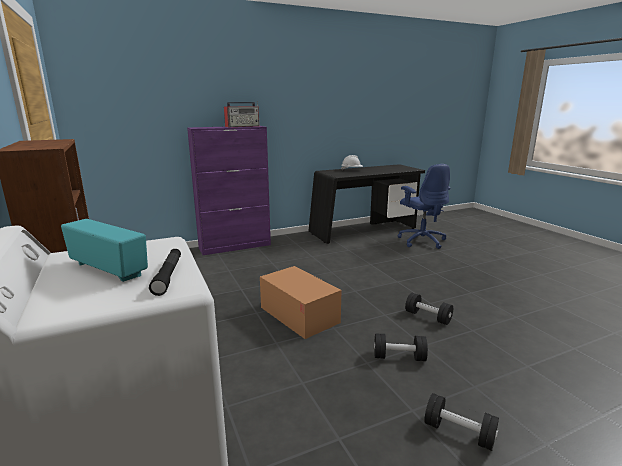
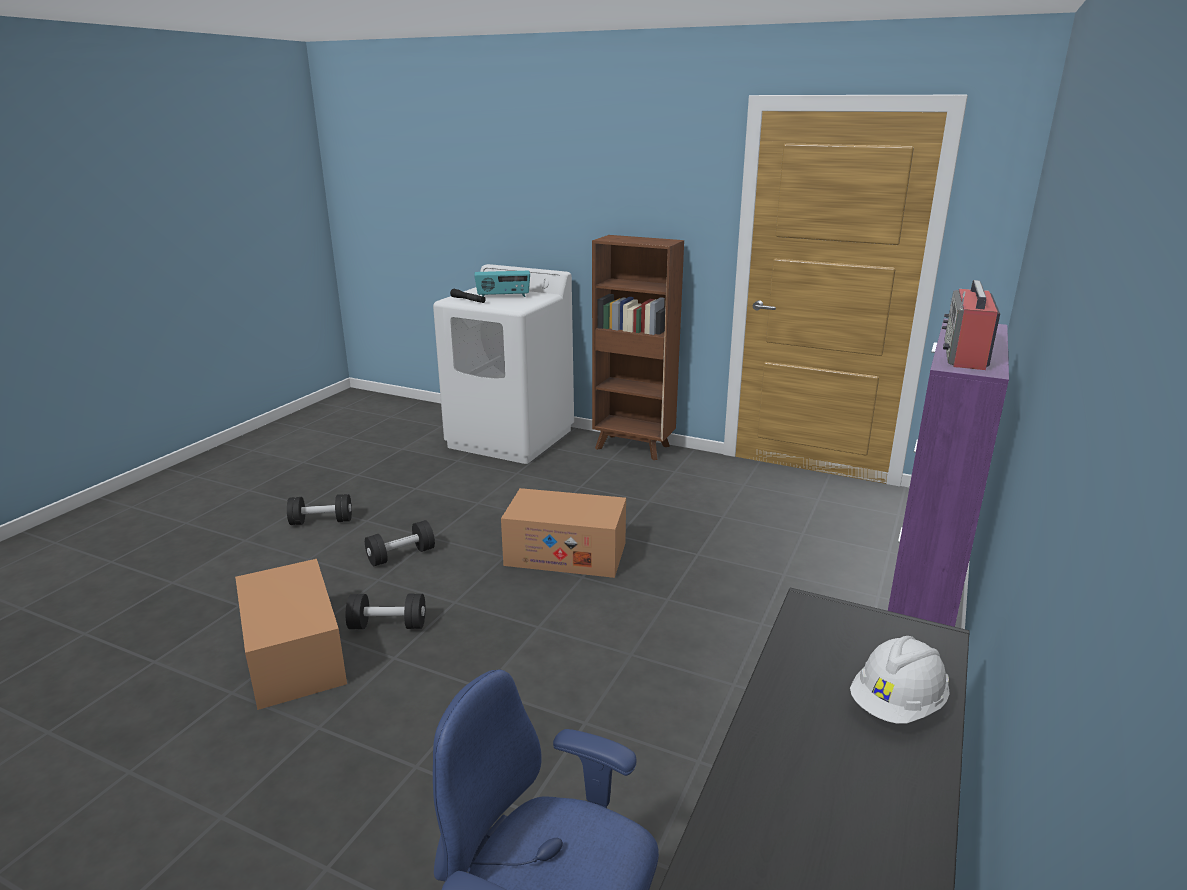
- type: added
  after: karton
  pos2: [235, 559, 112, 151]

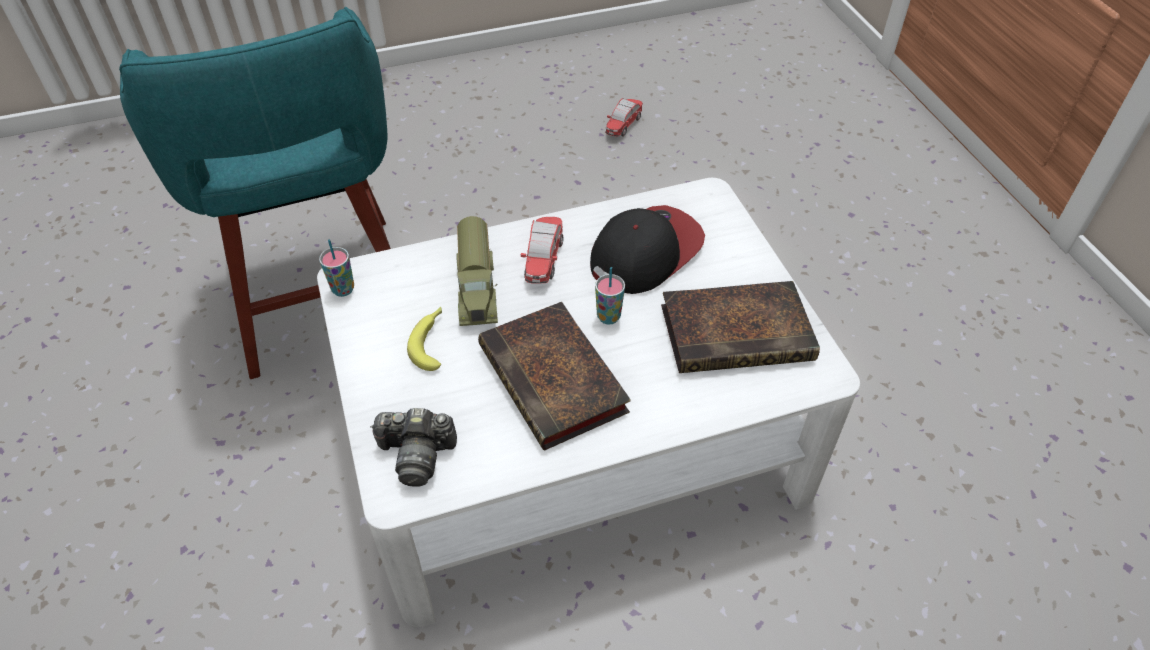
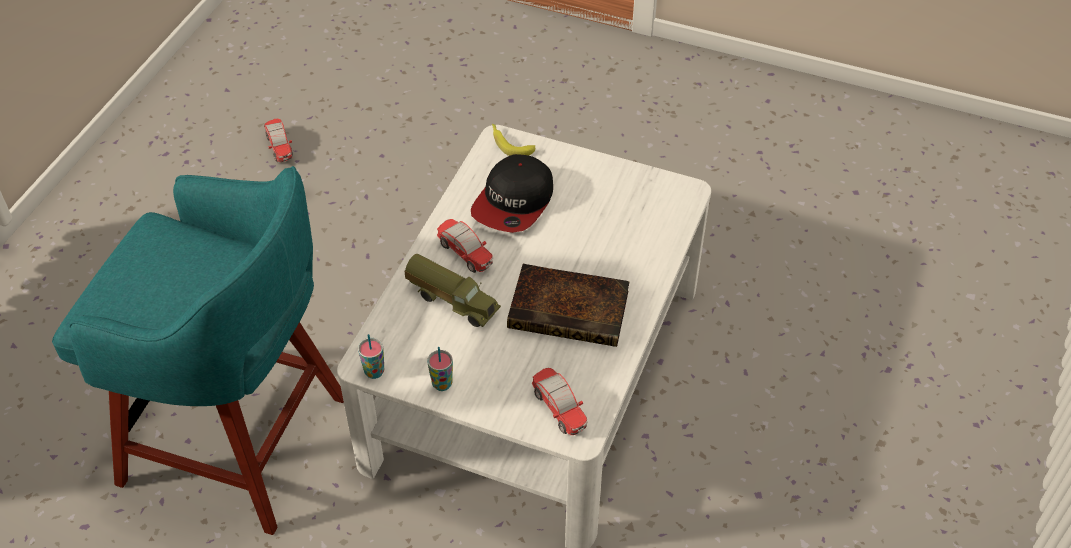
- type: removed
  before: książka
  pos1: [661, 281, 159, 92]
- type: moved
  before: banan
  pos1: [407, 307, 35, 64]
  pos2: [492, 124, 43, 32]
- type: moved
  before: filiżanka
  pos1: [595, 267, 30, 58]
  pos2: [427, 347, 26, 44]
- type: replaced
  before: aparat fotograficzny
  after: samochodzik
  pos1: [370, 408, 87, 79]
  pos2: [532, 368, 56, 67]
- type: turned
  before: czapka z daszkiem
  pos1: [590, 205, 115, 89]
  pos2: [471, 154, 82, 79]
  turn: -150

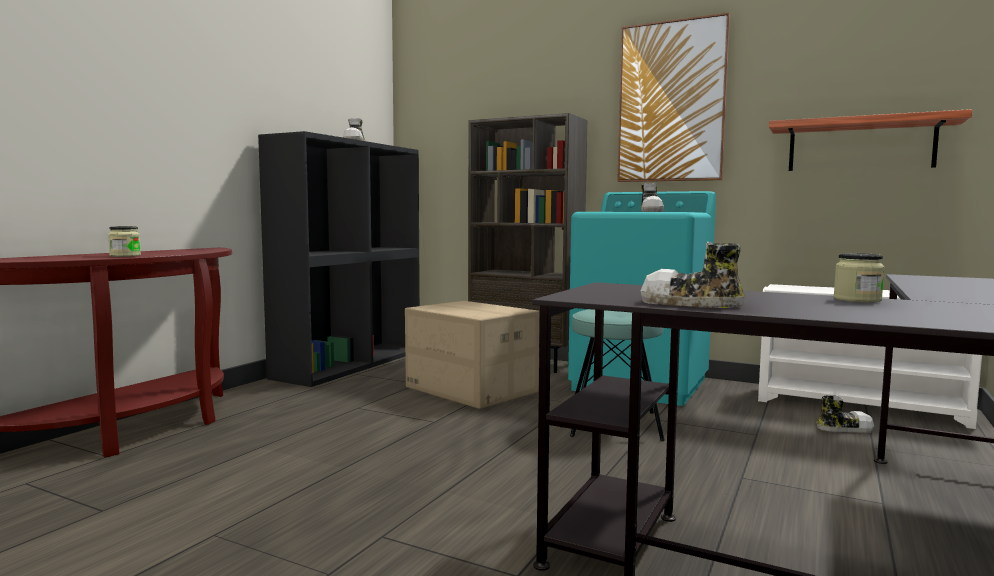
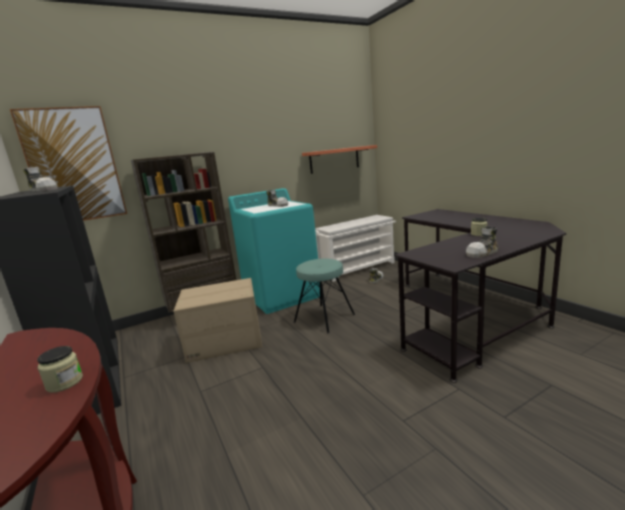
- type: moved
  before: obraz
  pos1: [617, 13, 113, 169]
  pos2: [10, 106, 117, 115]

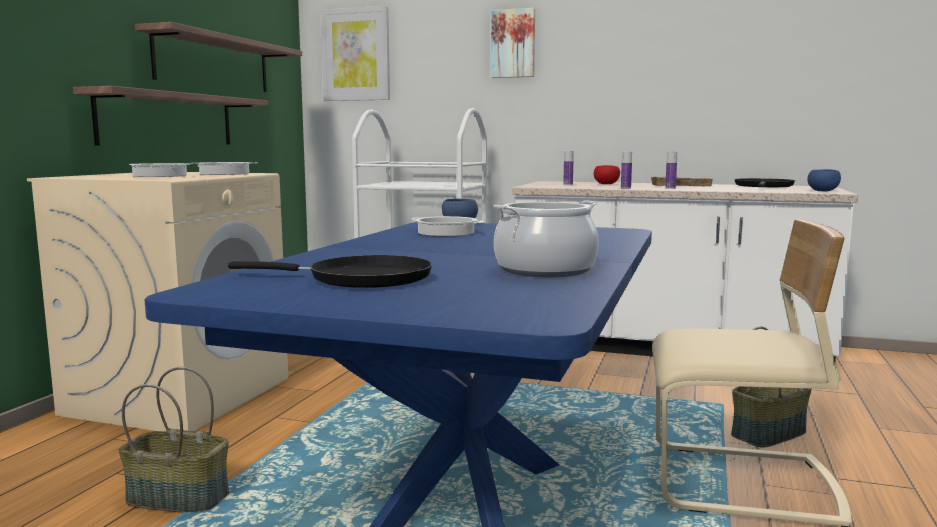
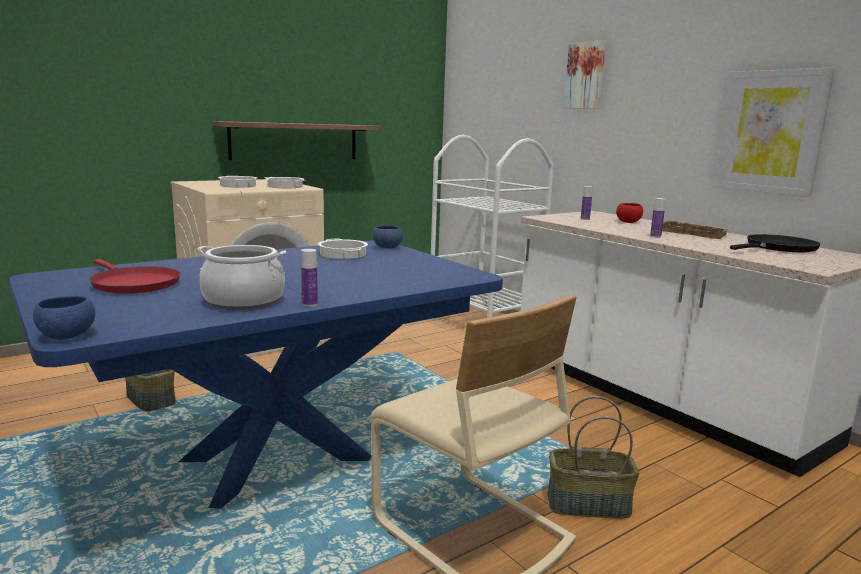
- type: removed
  before: półka
  pos1: [135, 22, 167, 70]
- type: moved
  before: obraz
  pos1: [320, 6, 70, 95]
  pos2: [715, 67, 120, 130]
- type: moved
  before: butelka
  pos1: [621, 152, 11, 37]
  pos2: [301, 249, 17, 58]
- type: moved
  before: miska/niebieski
  pos1: [807, 169, 34, 22]
  pos2: [33, 296, 62, 44]
- type: recoloured
  before: patelnia/czarny
  after: patelnia/czerwony
  pos1: [228, 255, 204, 33]
  pos2: [89, 259, 91, 35]

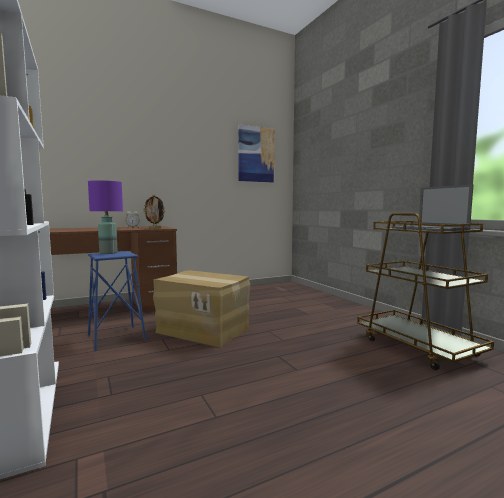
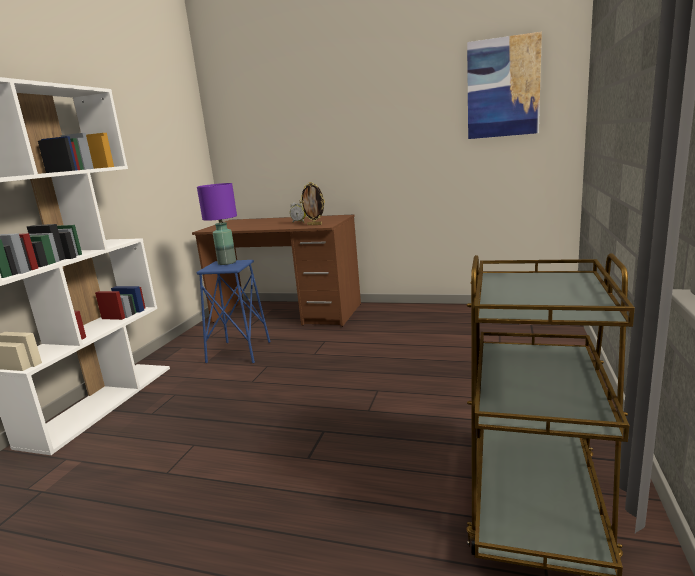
- type: removed
  before: karton
  pos1: [153, 270, 97, 77]
- type: removed
  before: laptop
  pos1: [392, 184, 82, 47]

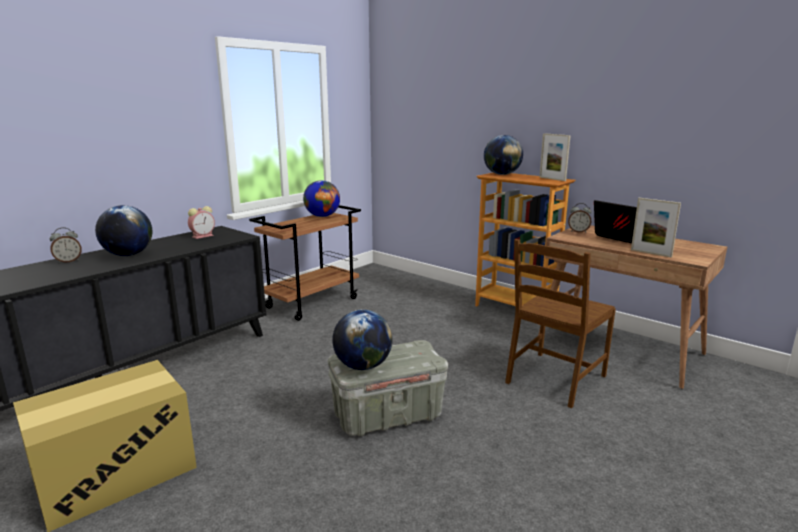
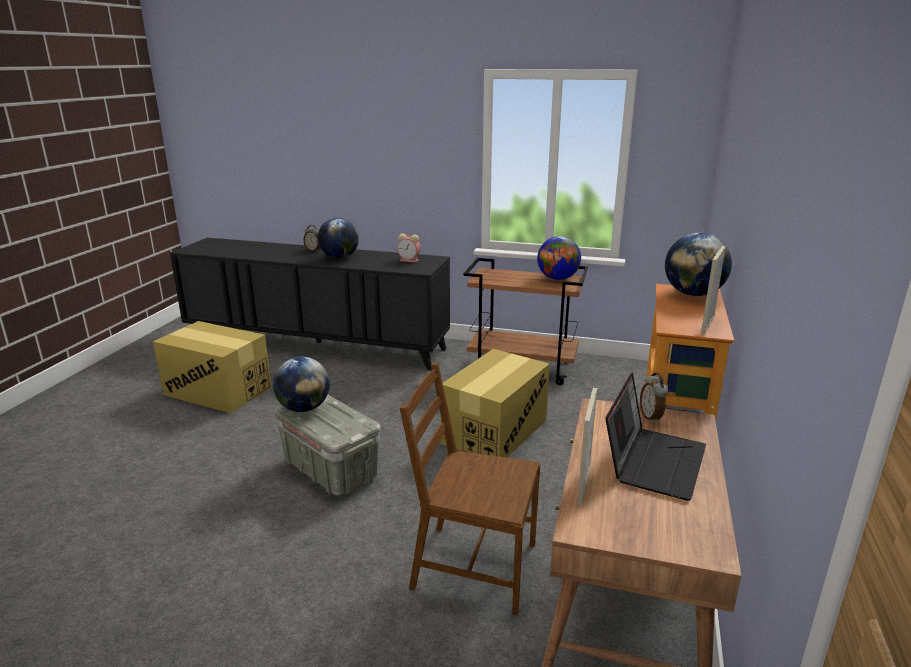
- type: added
  after: karton
  pos2: [441, 349, 109, 109]

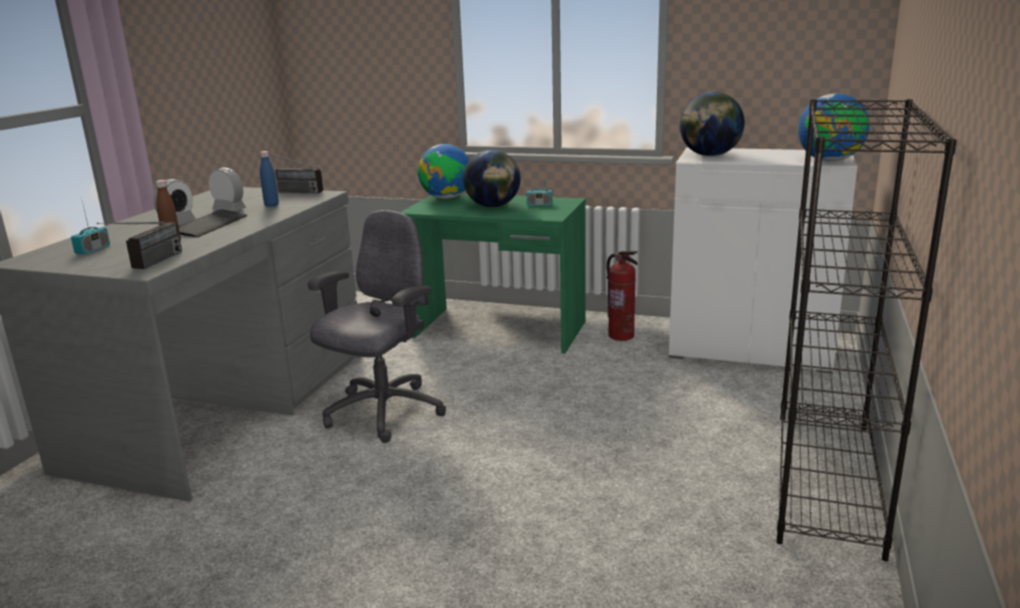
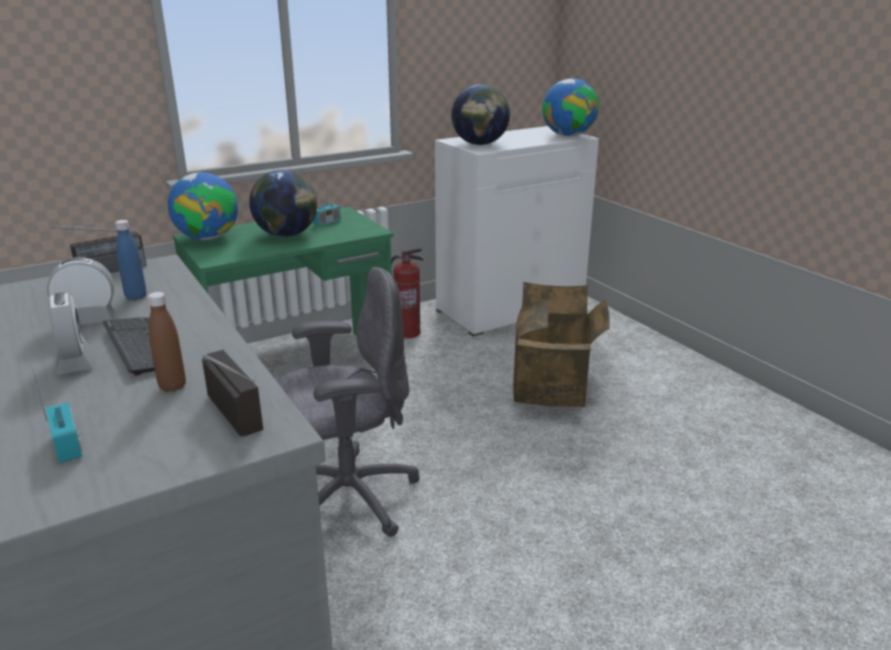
- type: removed
  before: regał/czarny
  pos1: [776, 99, 181, 462]
- type: added
  after: karton
  pos2: [513, 282, 97, 125]
- type: turned
  before: krzesło biurowe/szary
  pos1: [308, 210, 138, 233]
  pos2: [277, 267, 142, 270]
  turn: 90

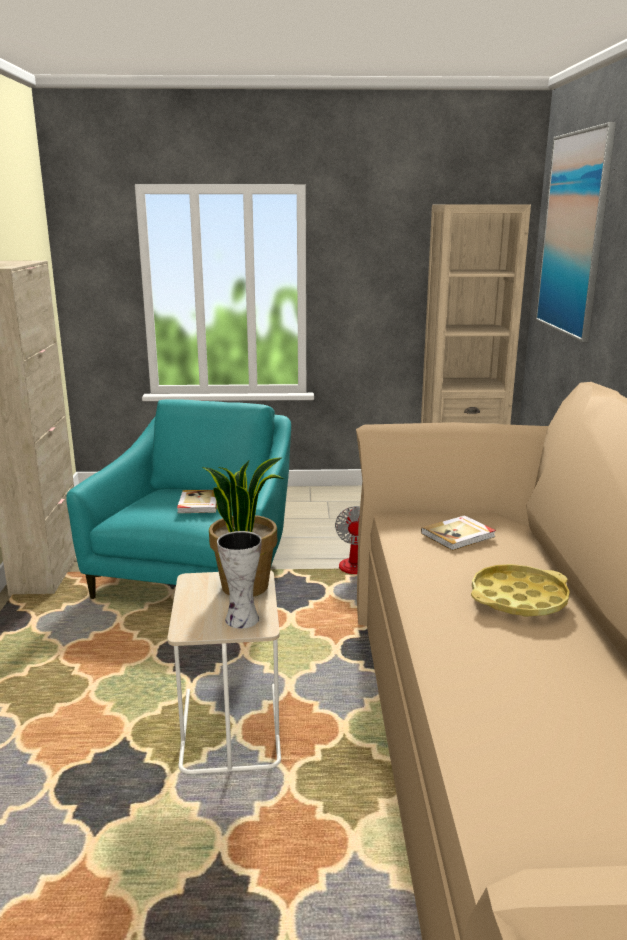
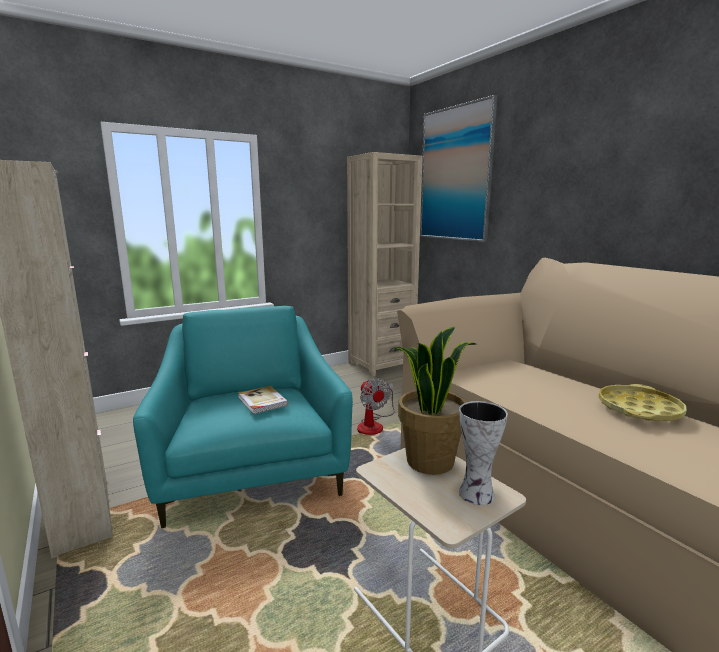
- type: removed
  before: książka
  pos1: [421, 515, 75, 36]

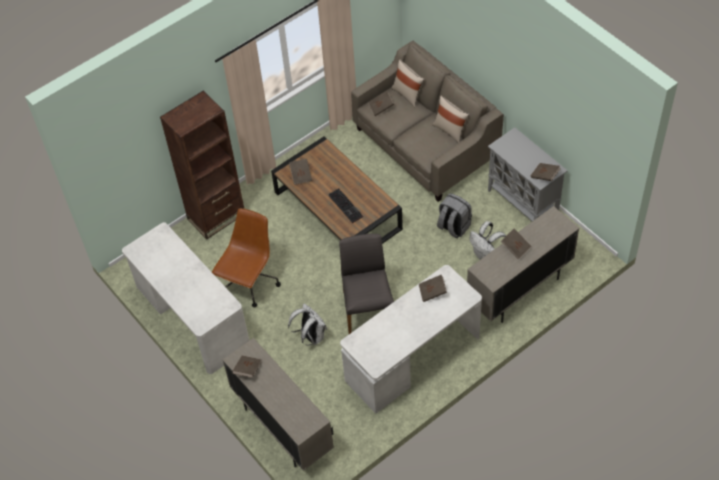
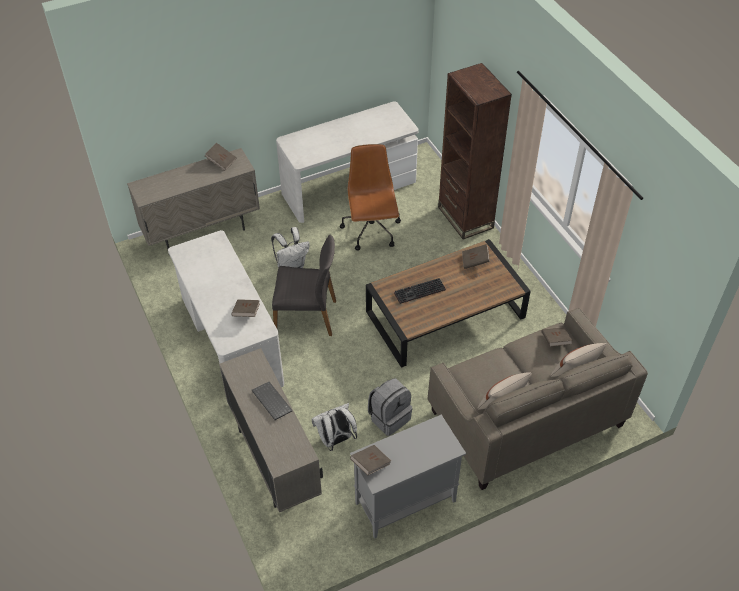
- type: replaced
  before: książka/brązowy
  after: klawiatura
  pos1: [501, 229, 30, 30]
  pos2: [252, 382, 41, 38]
- type: turned
  before: krzesło biurowe/brązowy
  pos1: [212, 208, 69, 99]
  pos2: [340, 144, 61, 107]
  turn: -135

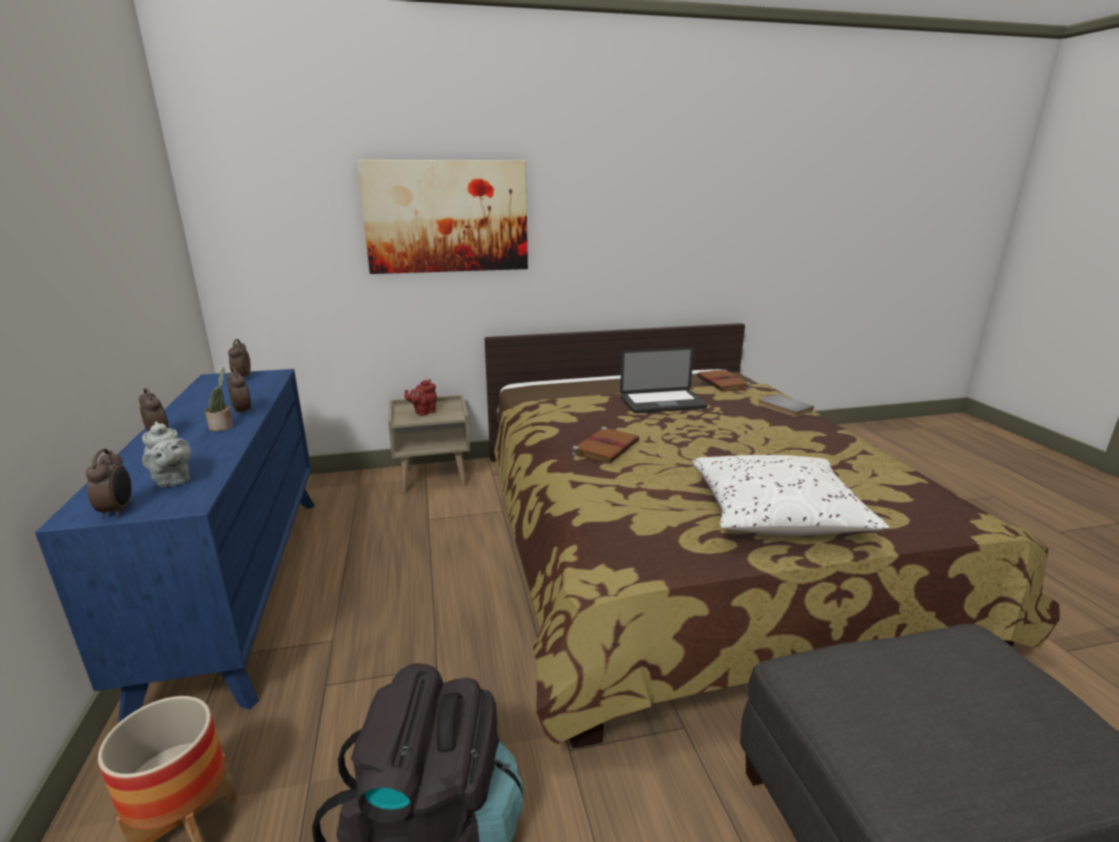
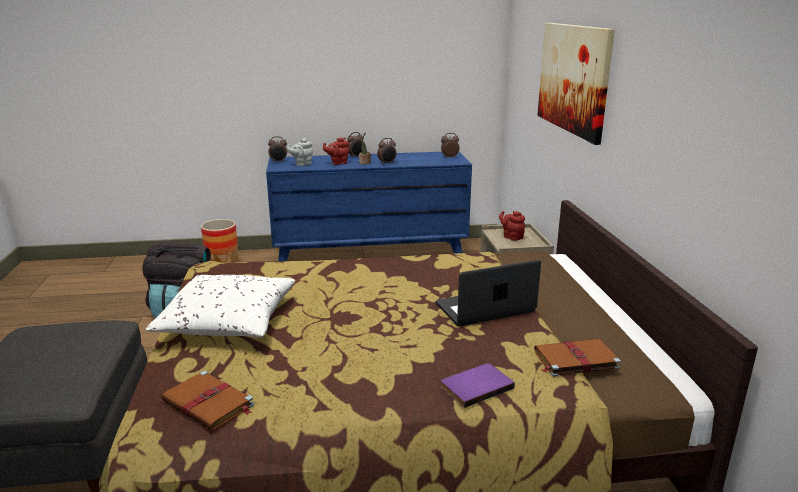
- type: added
  after: imbryk/czerwony
  pos2: [323, 137, 26, 28]
- type: moved
  before: książka/brązowy
  pos1: [572, 427, 67, 37]
  pos2: [161, 371, 93, 59]
- type: recoloured
  before: książka/szary
  after: książka/fioletowy
  pos1: [758, 394, 56, 23]
  pos2: [441, 363, 74, 45]
- type: turned
  before: laptop
  pos1: [620, 347, 87, 66]
  pos2: [436, 260, 105, 66]
  turn: 75

